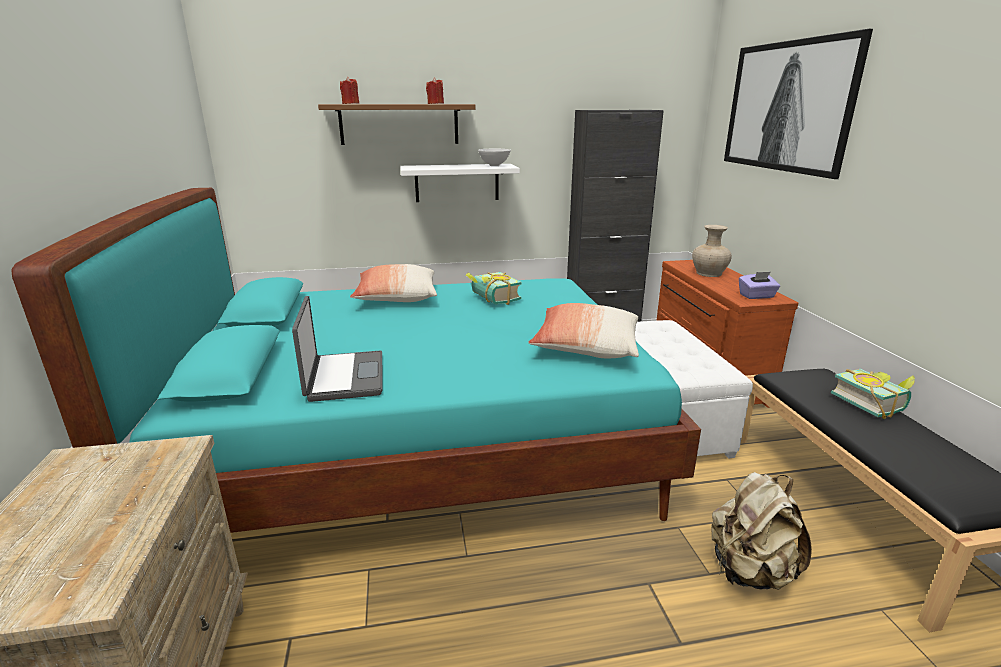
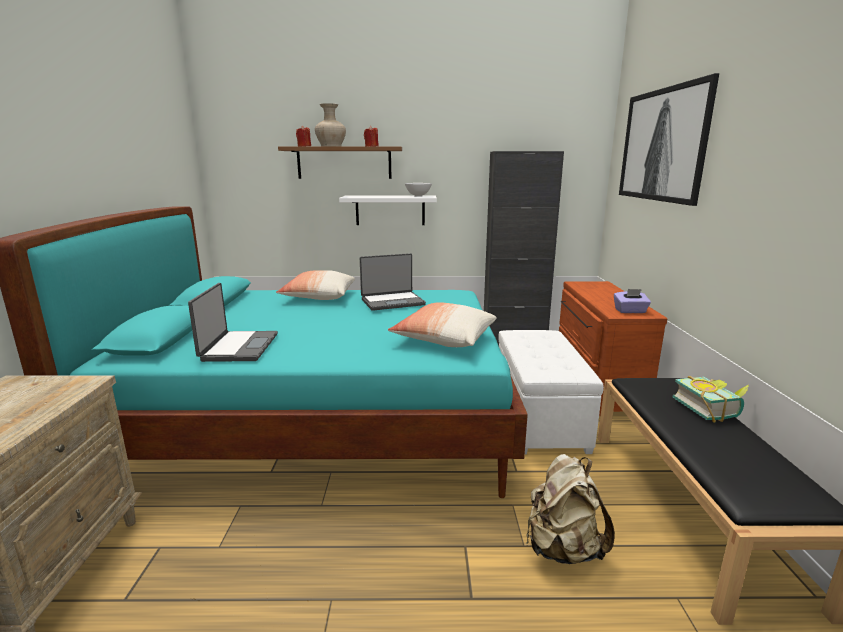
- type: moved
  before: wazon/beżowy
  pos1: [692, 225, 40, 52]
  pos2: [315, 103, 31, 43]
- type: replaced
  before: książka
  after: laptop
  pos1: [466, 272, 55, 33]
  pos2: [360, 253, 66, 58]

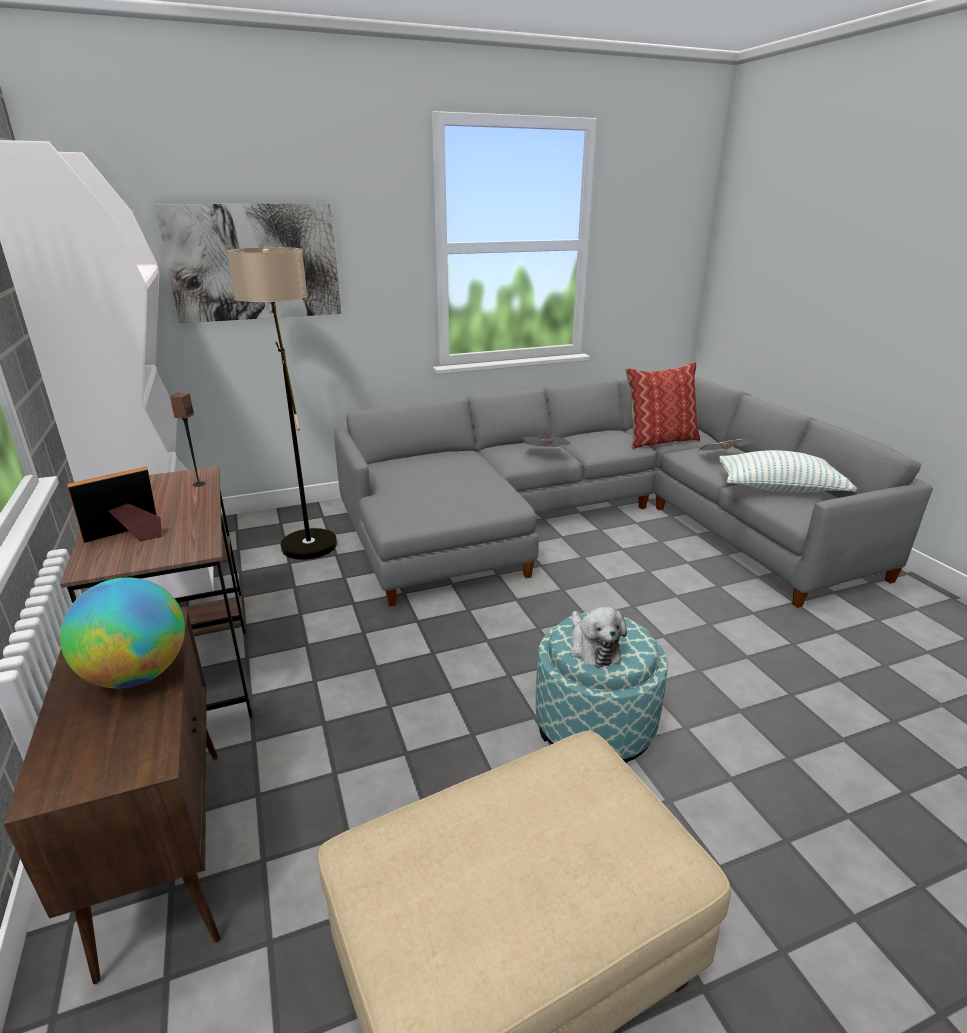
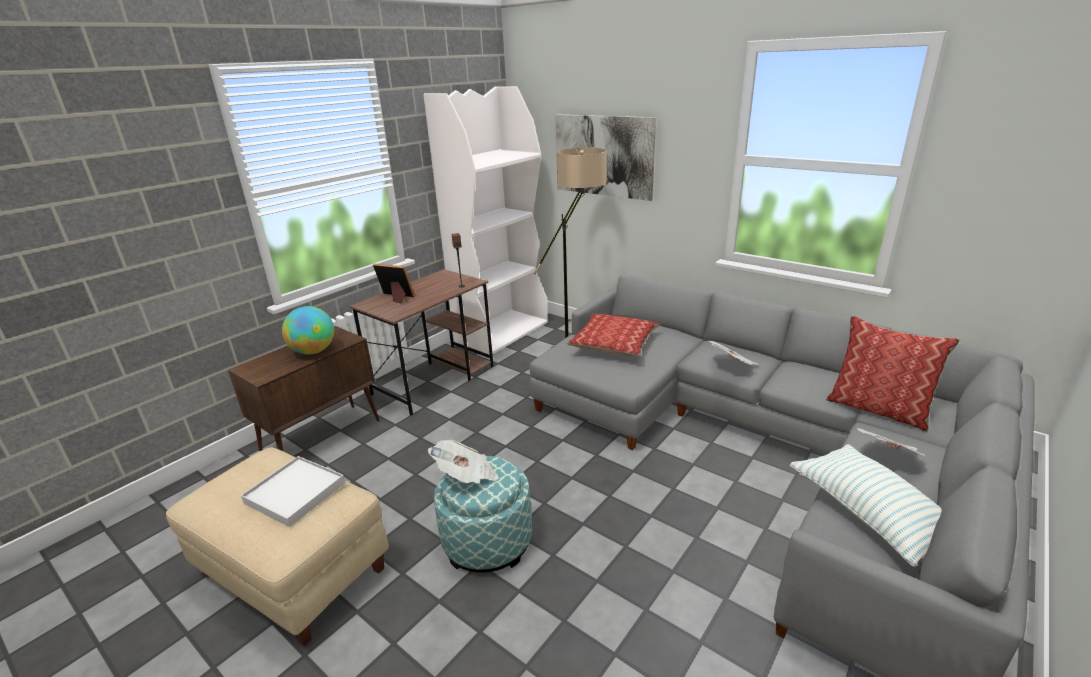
- type: added
  after: taca/biały
  pos2: [241, 456, 104, 71]
- type: added
  after: poduszka
  pos2: [567, 314, 93, 43]
- type: replaced
  before: pluszak
  after: gazeta
  pos1: [570, 607, 57, 61]
  pos2: [428, 440, 71, 44]

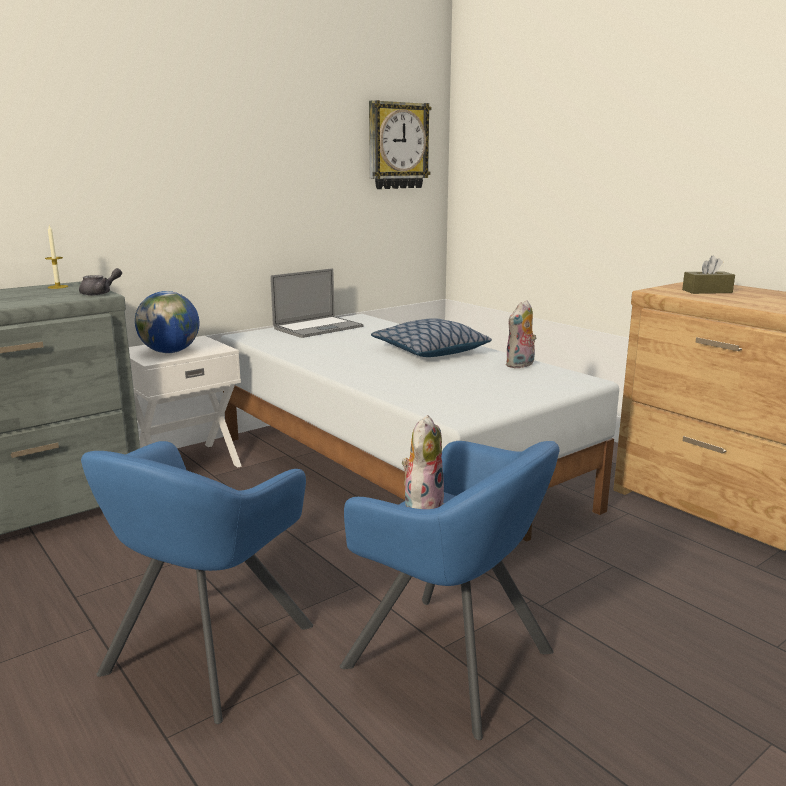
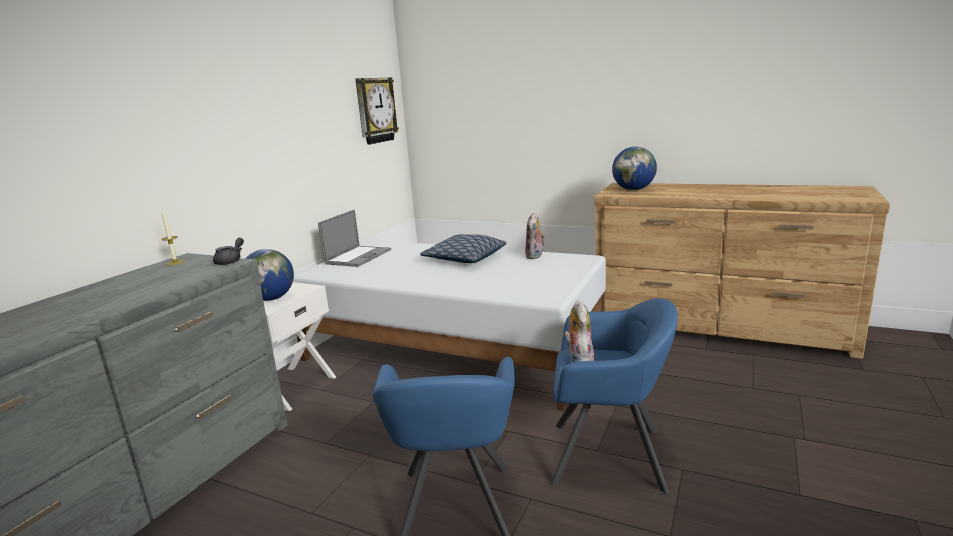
- type: replaced
  before: pudełko chusteczek/brązowy
  after: globus
  pos1: [682, 256, 53, 38]
  pos2: [612, 147, 45, 43]

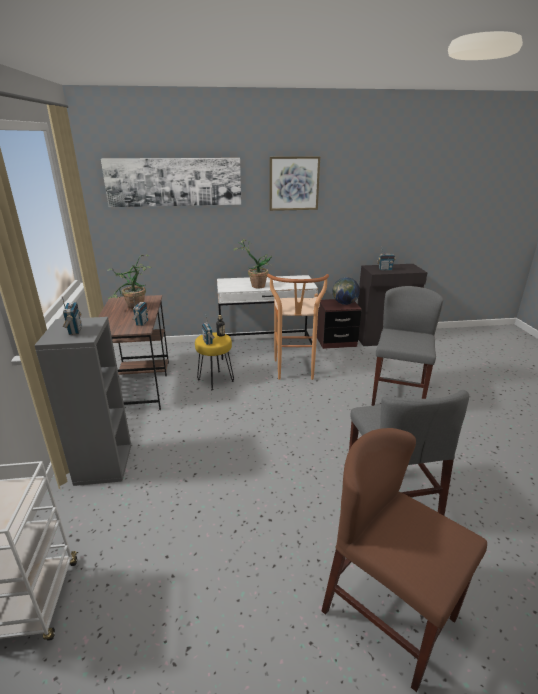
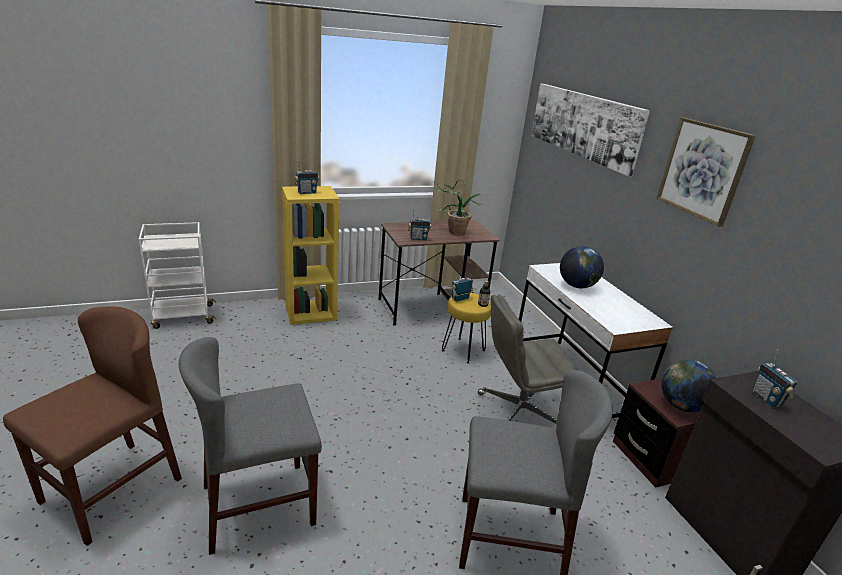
- type: replaced
  before: roślina doniczkowa
  after: globus
  pos1: [233, 239, 40, 50]
  pos2: [560, 246, 44, 42]
- type: replaced
  before: stołek/brązowy
  after: krzesło biurowe/szary
  pos1: [267, 274, 62, 106]
  pos2: [478, 295, 99, 128]
- type: recoloured
  before: regał/szary
  after: regał/żółty
  pos1: [34, 317, 97, 169]
  pos2: [282, 186, 57, 139]

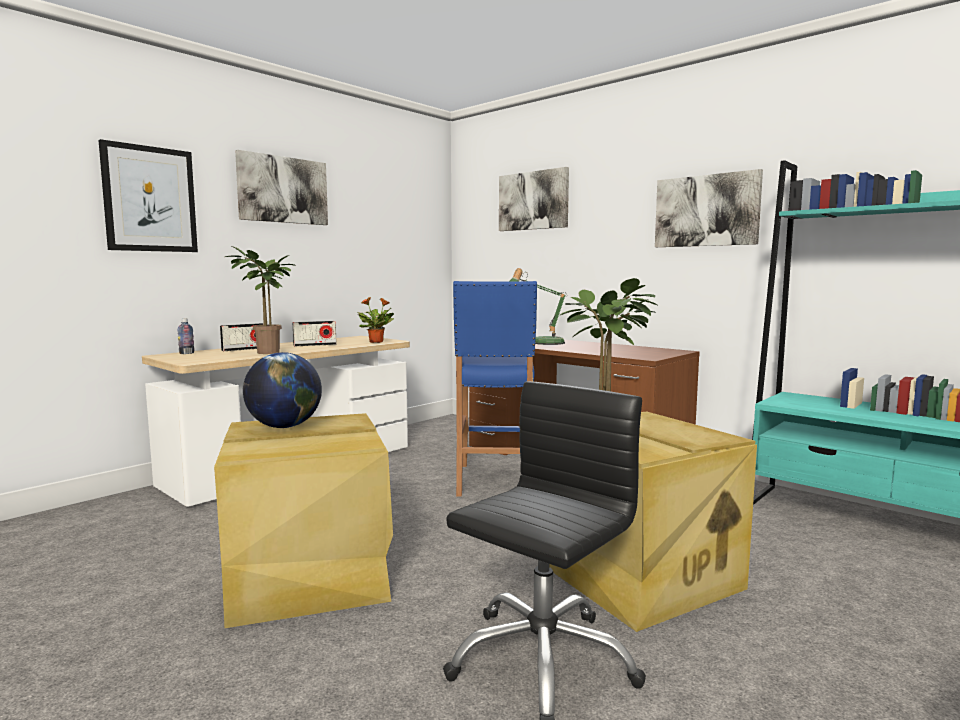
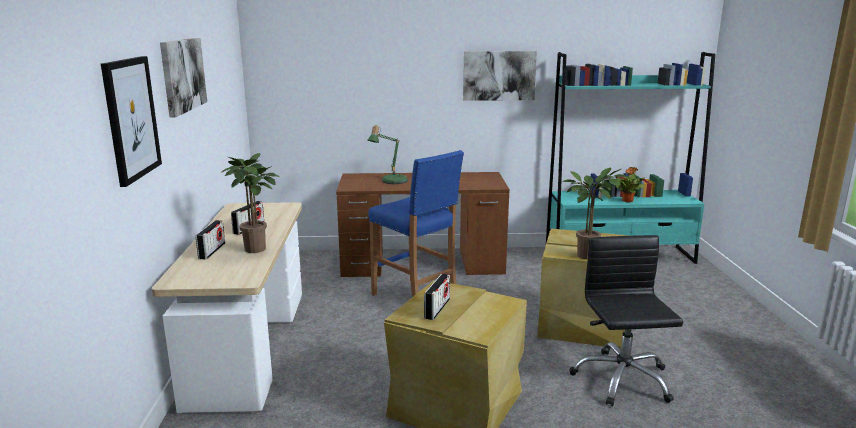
- type: removed
  before: butelka
  pos1: [177, 318, 18, 36]
- type: removed
  before: obraz
  pos1: [499, 167, 70, 64]
- type: moved
  before: roślina doniczkowa
  pos1: [357, 297, 37, 46]
  pos2: [616, 167, 29, 36]
- type: replaced
  before: globus
  after: radio
  pos1: [243, 352, 79, 76]
  pos2: [424, 274, 26, 46]

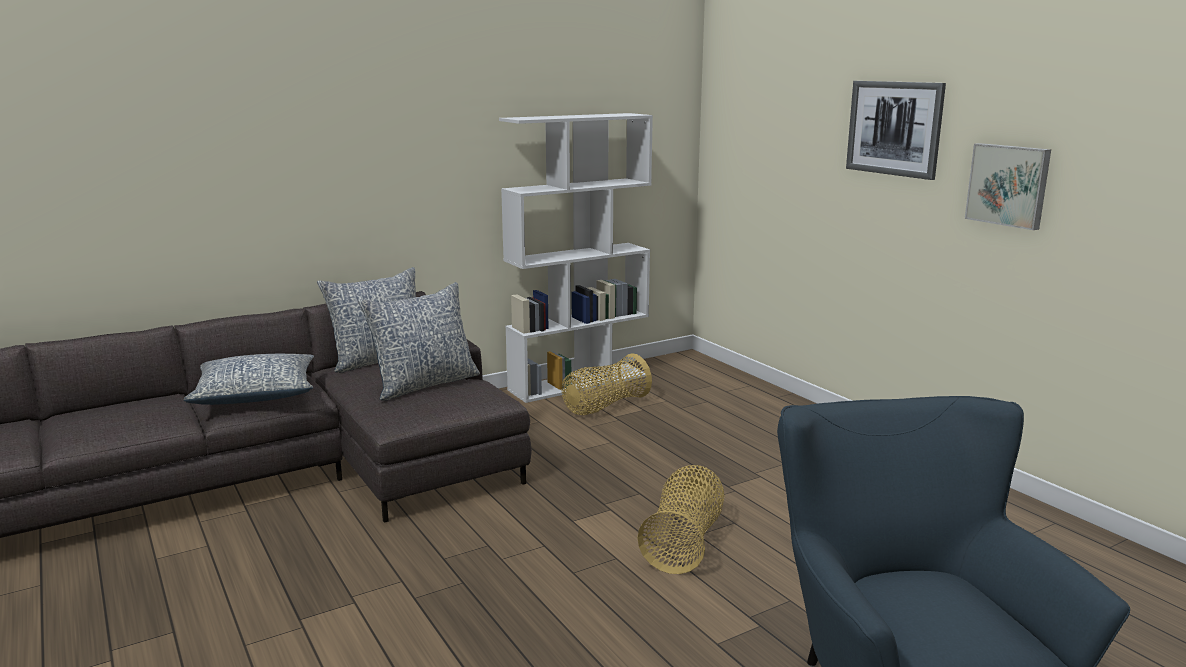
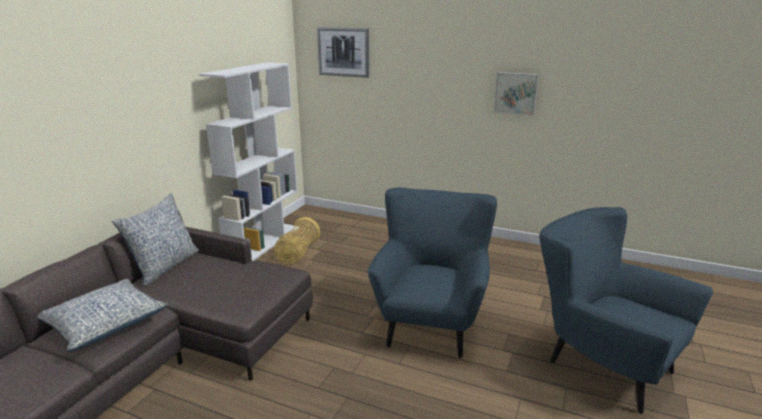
- type: removed
  before: poduszka
  pos1: [358, 282, 122, 118]
- type: moved
  before: obraz
  pos1: [846, 81, 100, 99]
  pos2: [317, 27, 52, 51]
- type: replaced
  before: koszyk
  after: fotel/niebieski
  pos1: [637, 465, 88, 109]
  pos2: [368, 187, 129, 171]

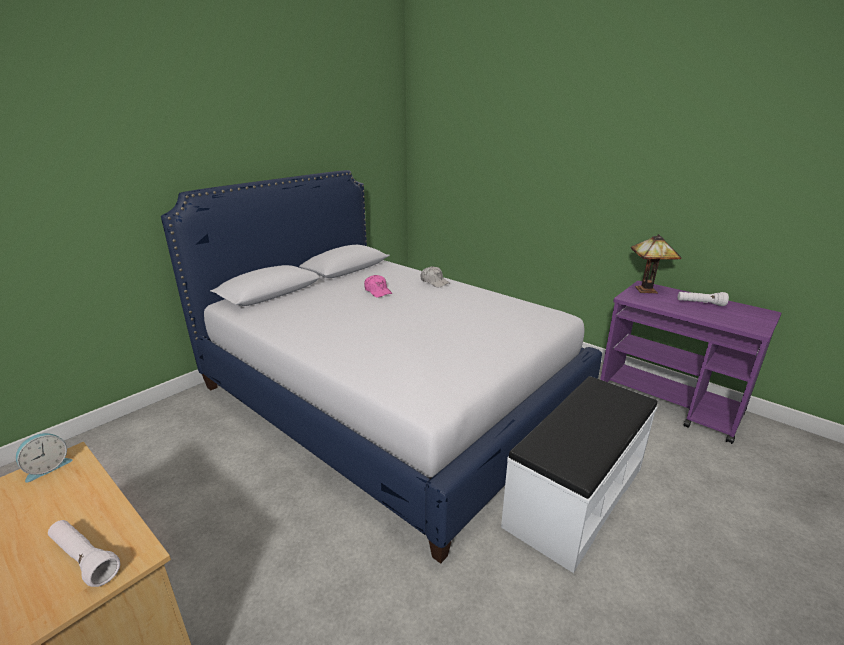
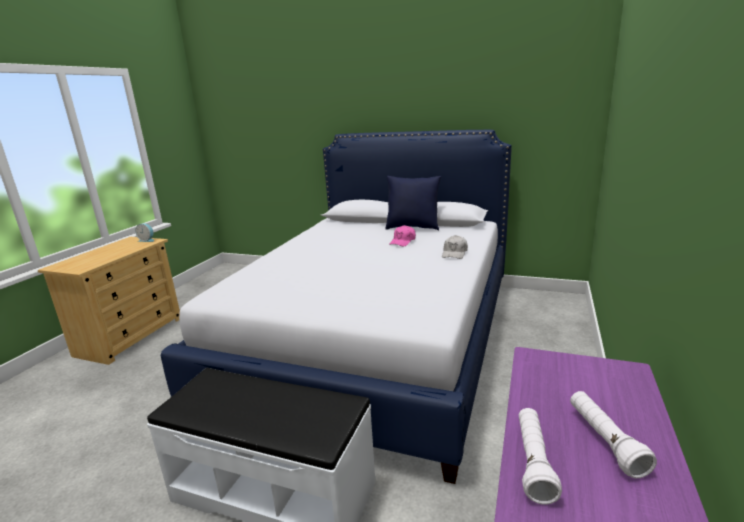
- type: removed
  before: lampa stołowa
  pos1: [631, 234, 50, 59]
- type: added
  after: poduszka/niebieski
  pos2: [385, 176, 56, 54]
- type: moved
  before: latarka/biały
  pos1: [48, 520, 72, 67]
  pos2: [519, 408, 43, 97]

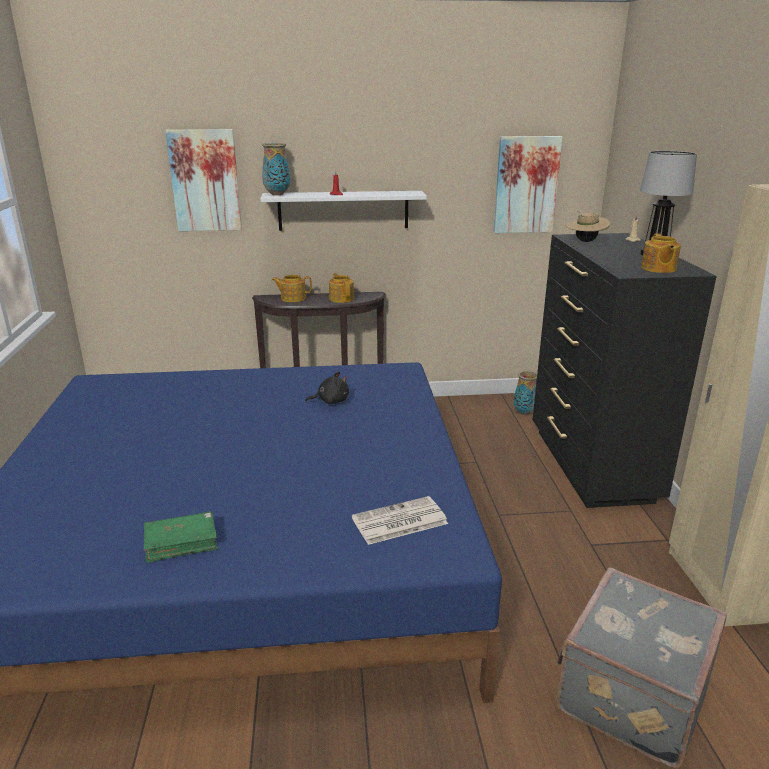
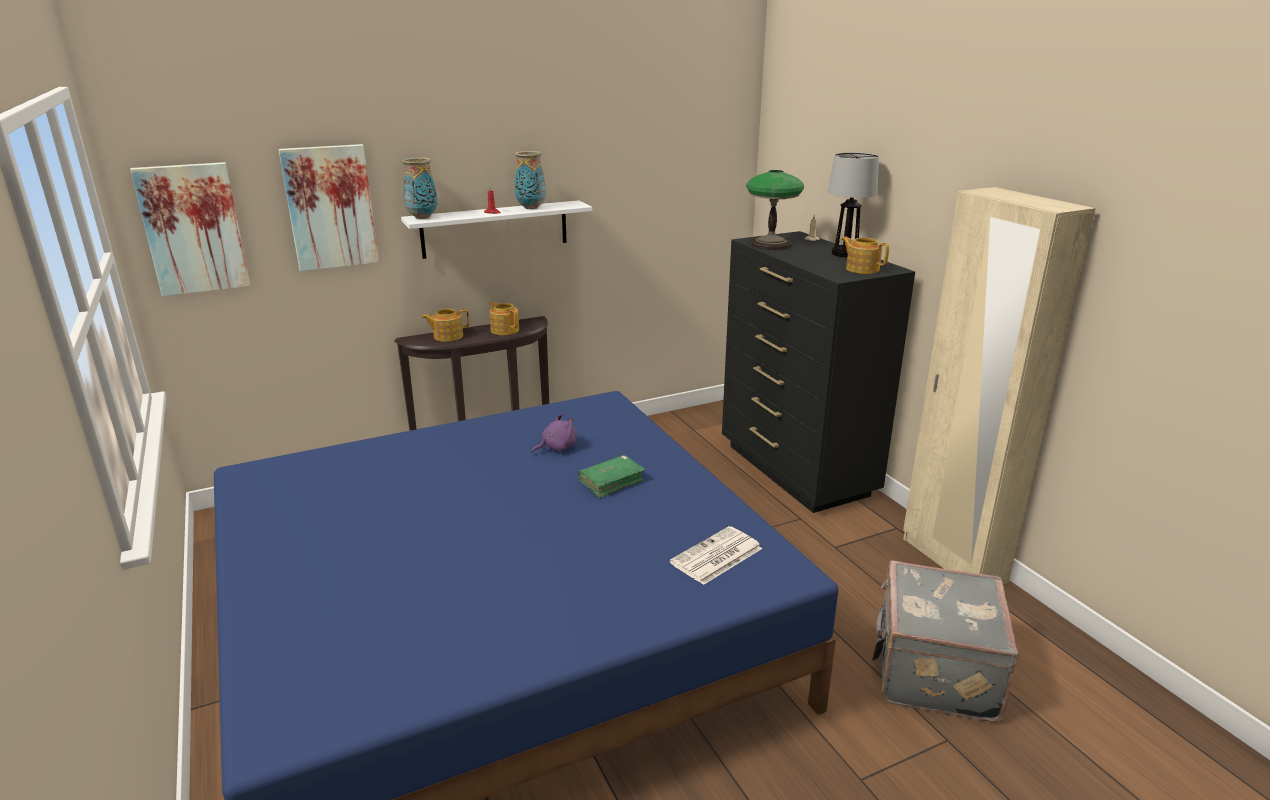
- type: moved
  before: książka/zielony
  pos1: [144, 511, 74, 52]
  pos2: [578, 455, 67, 43]
- type: moved
  before: obraz
  pos1: [494, 136, 69, 97]
  pos2: [130, 162, 121, 134]
- type: moved
  before: wazon
  pos1: [514, 370, 23, 45]
  pos2: [515, 151, 31, 58]
- type: replaced
  before: kapelusz/beżowy
  after: lampa stołowa
  pos1: [566, 211, 44, 31]
  pos2: [746, 170, 58, 80]
- type: recoloured
  before: pluszak/czarny
  after: pluszak/fioletowy
  pos1: [305, 371, 44, 33]
  pos2: [531, 414, 46, 39]
- type: turned
  before: imbryk
  pos1: [641, 233, 40, 40]
  pos2: [841, 237, 48, 37]
  turn: 150

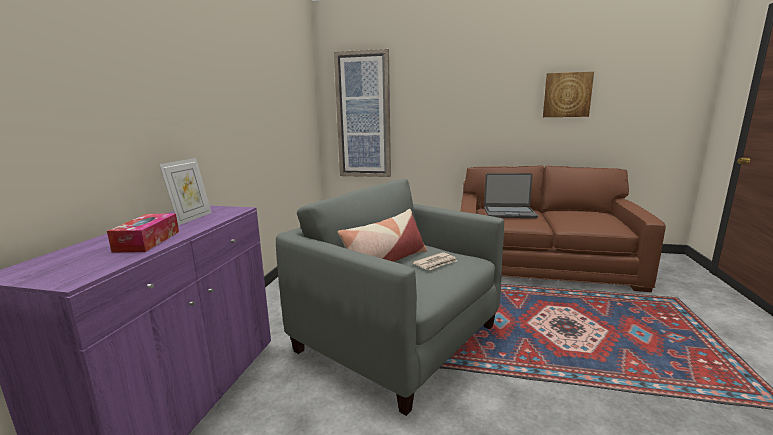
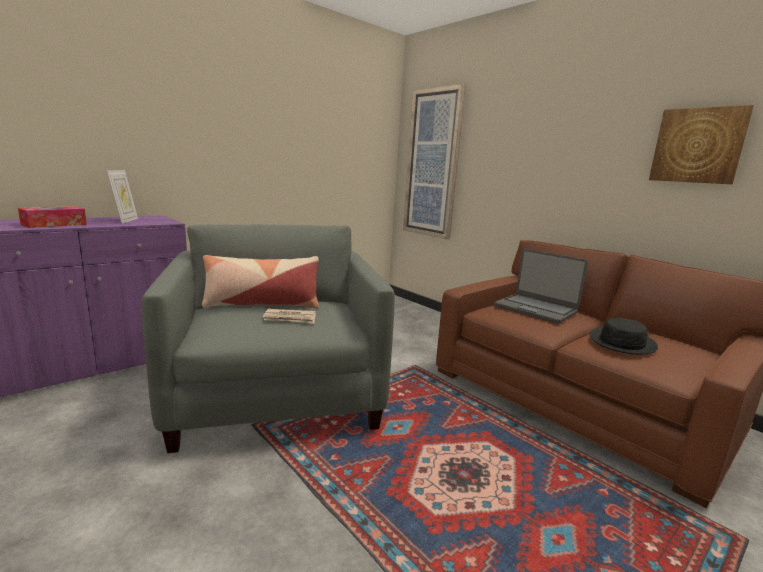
- type: added
  after: kapelusz/czarny
  pos2: [590, 317, 68, 38]
- type: turned
  before: ramka na zdjęcie
  pos1: [159, 158, 53, 68]
  pos2: [107, 170, 31, 54]
  turn: -60

